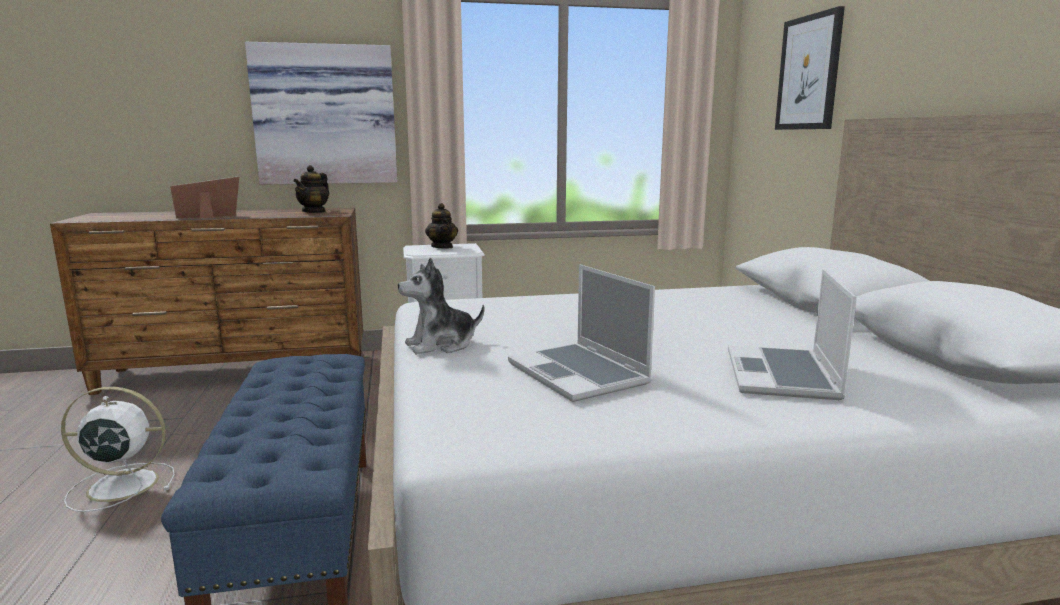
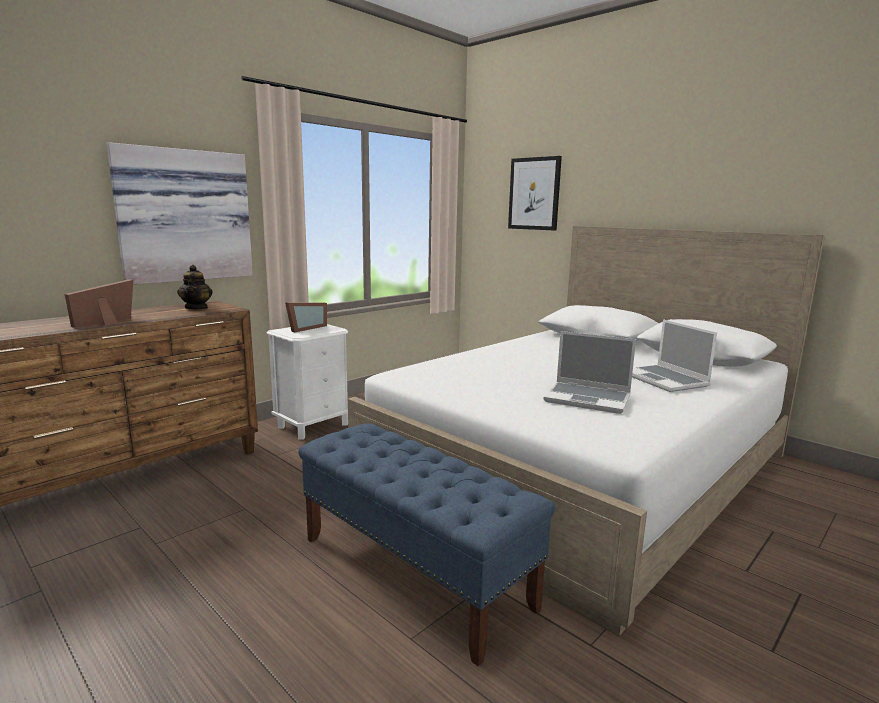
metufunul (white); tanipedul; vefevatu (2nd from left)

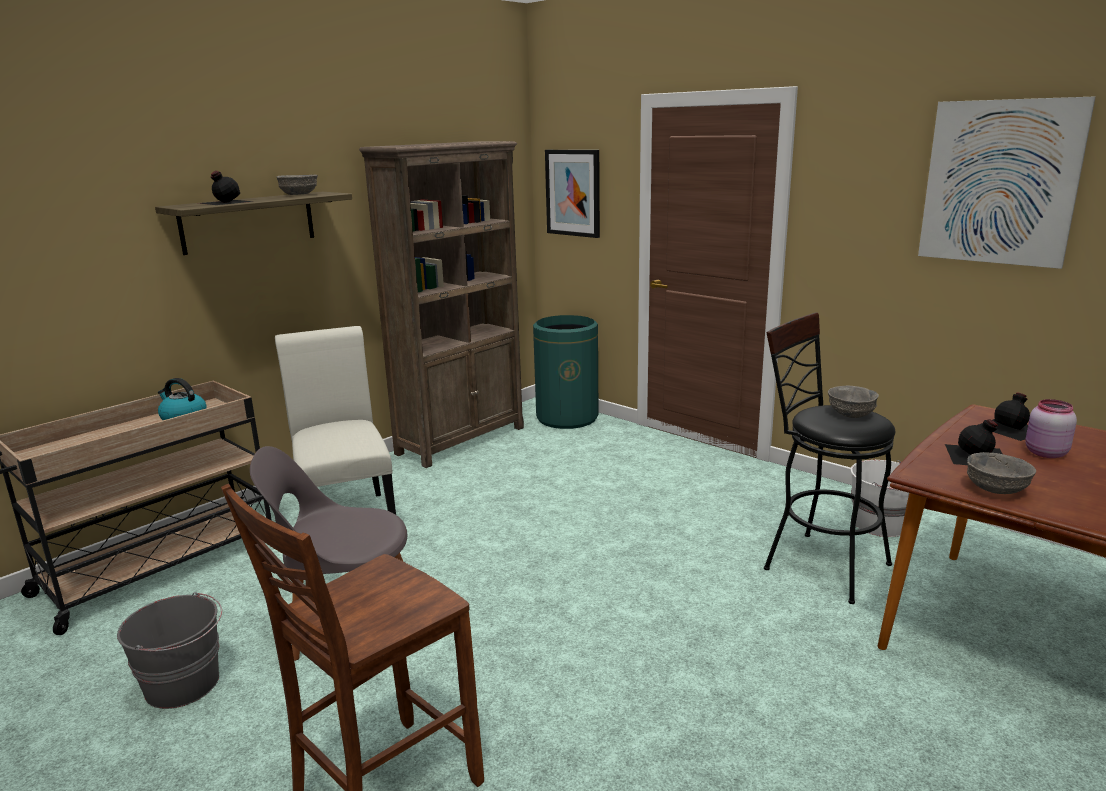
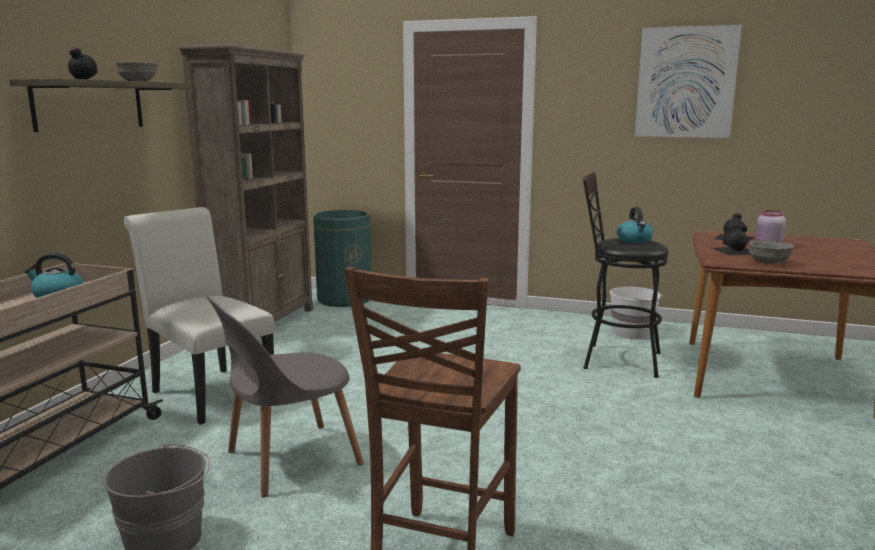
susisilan (1st from left in the first image); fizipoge (2nd from left)

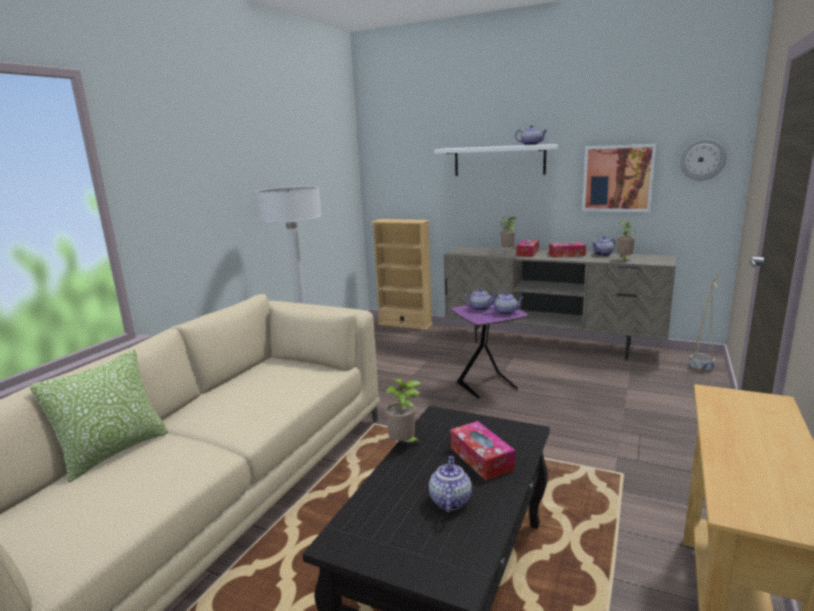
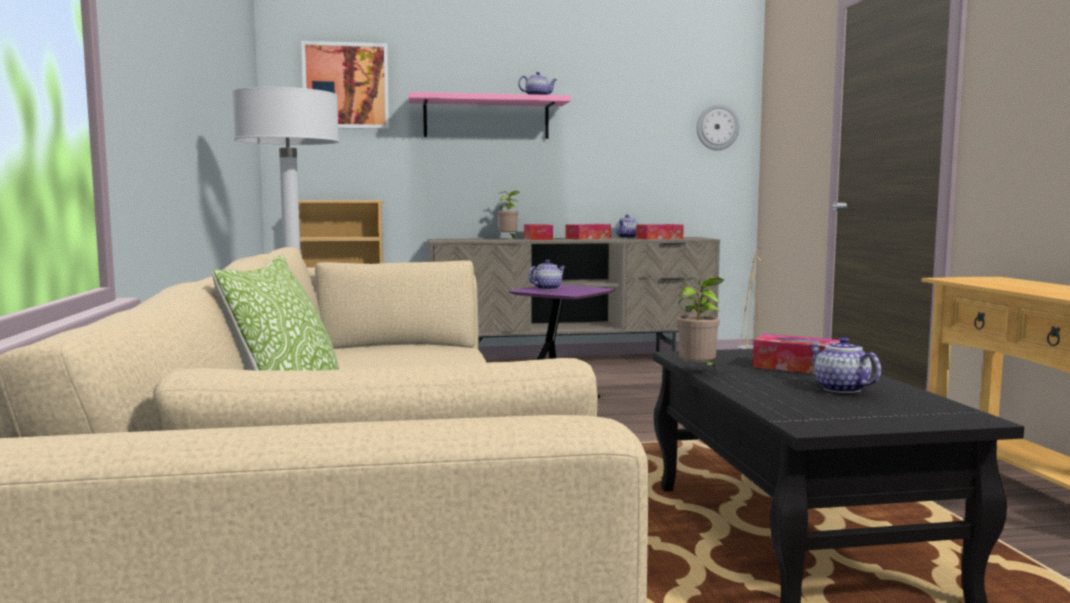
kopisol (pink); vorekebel (3rd from left in the first image); susisilan; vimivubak (3rd from left)

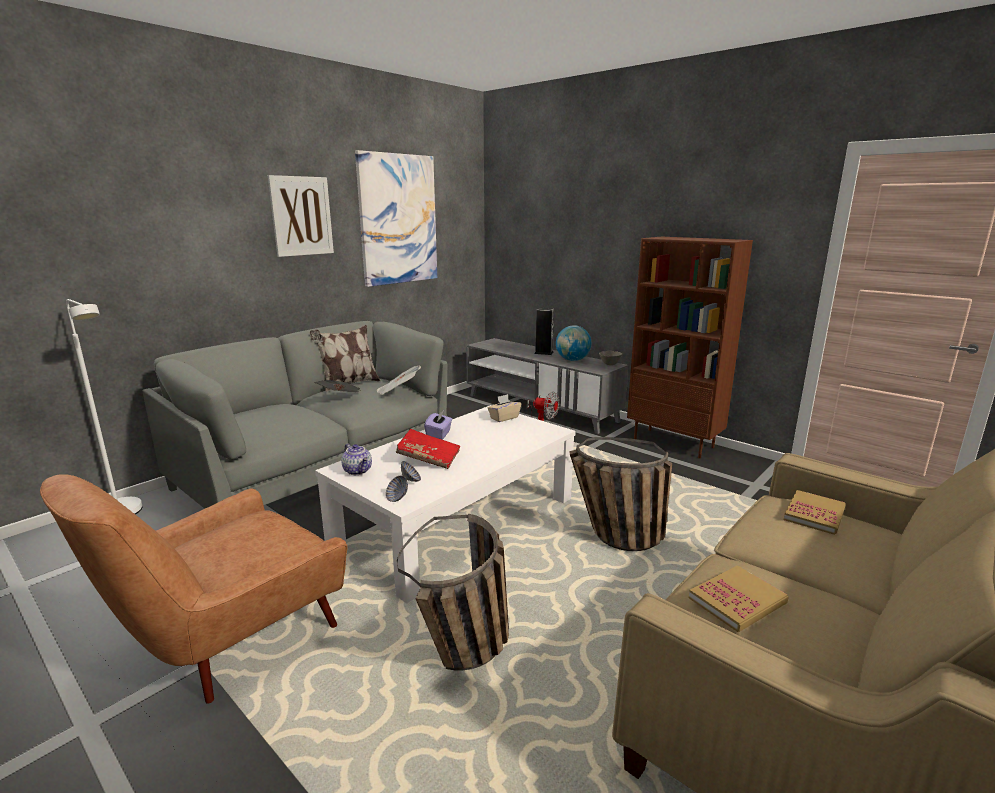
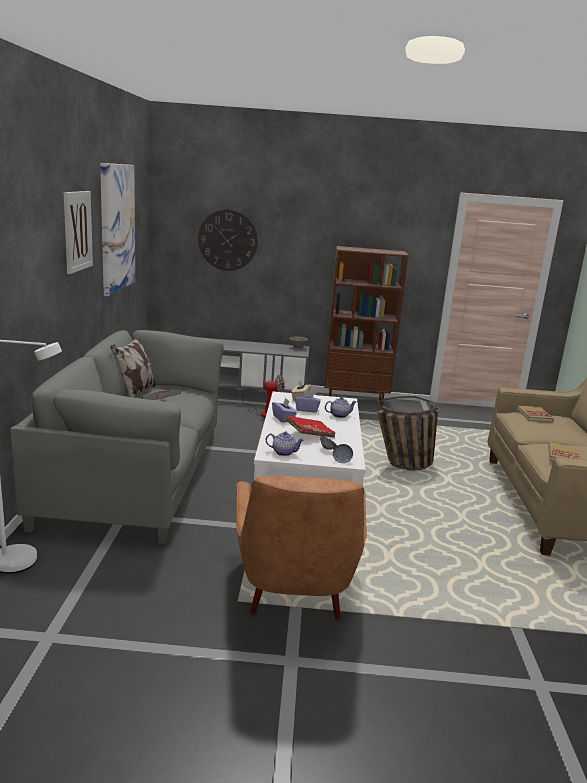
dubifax (2nd from left in the first image); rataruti (1st from left in the first image); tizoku; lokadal; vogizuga; vimivubak (purple) (2nd from left); vorekebel (2nd from left)

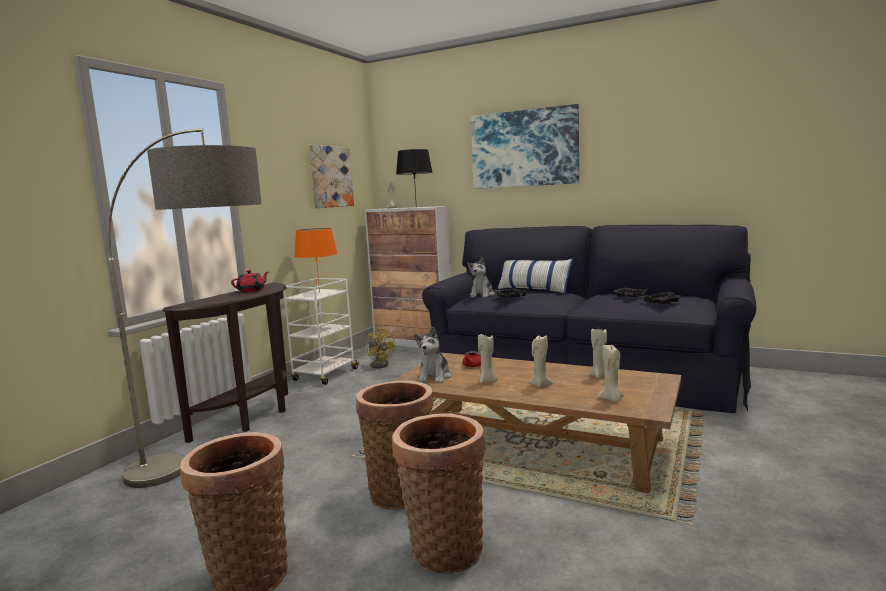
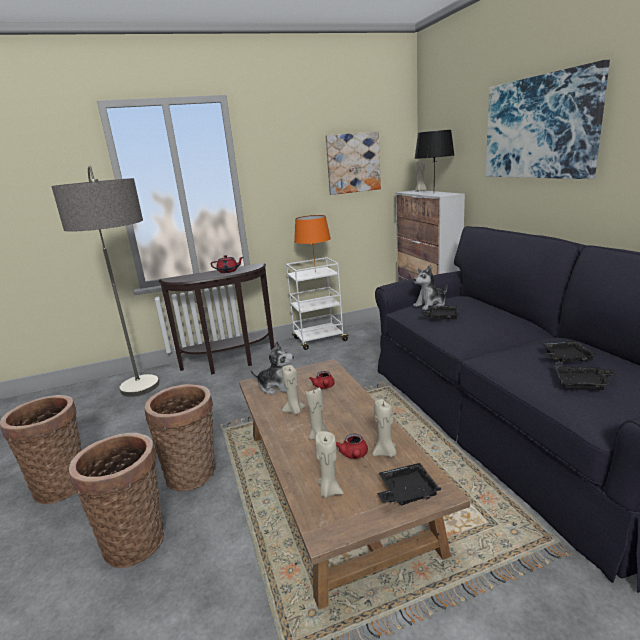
metufunul (yellow); tanipedul (1st from left); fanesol; vorekebel (red) (3rd from left); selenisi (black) (1st from left)

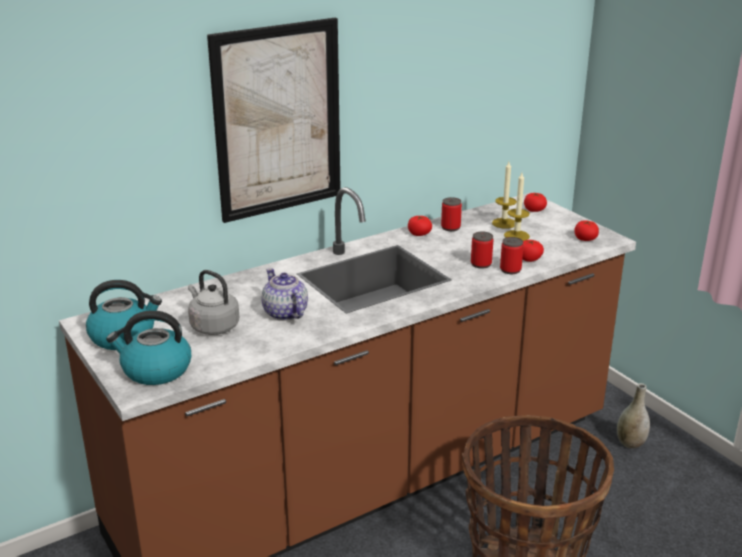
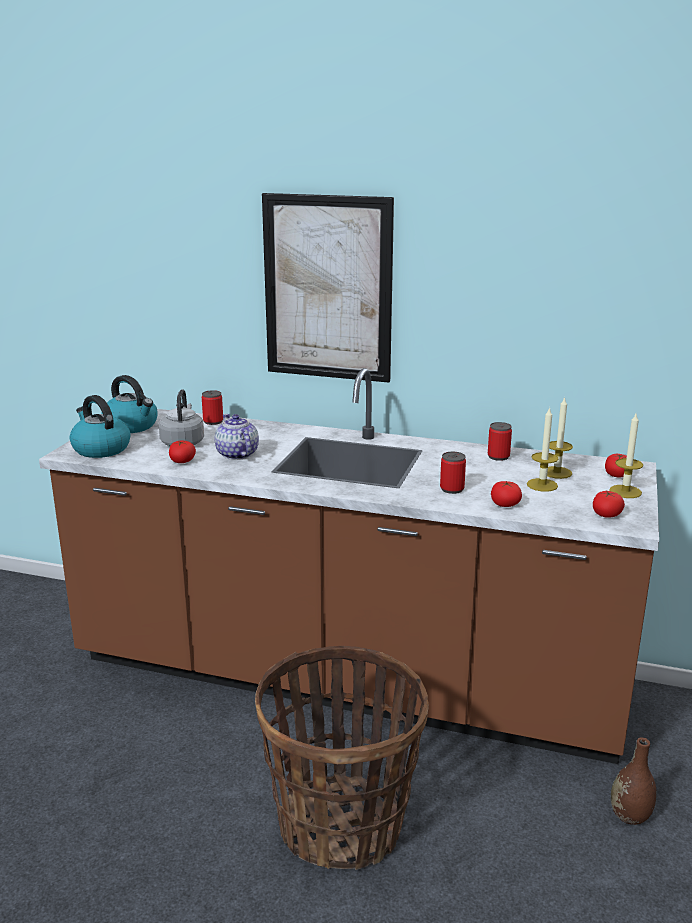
vorekebel; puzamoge (1st from left); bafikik (1st from left); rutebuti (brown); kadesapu (3rd from left)

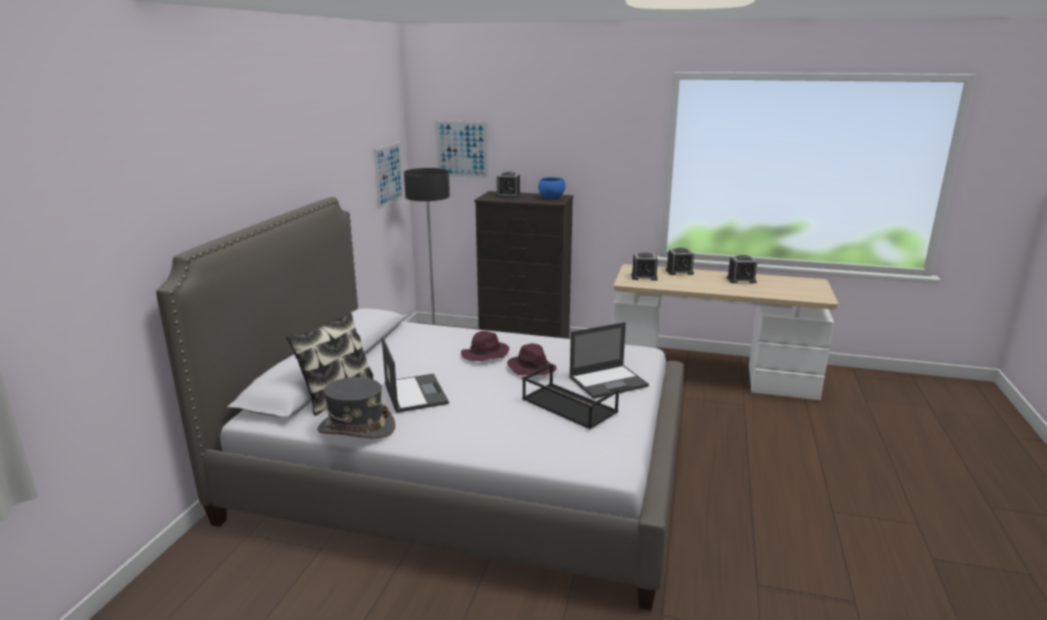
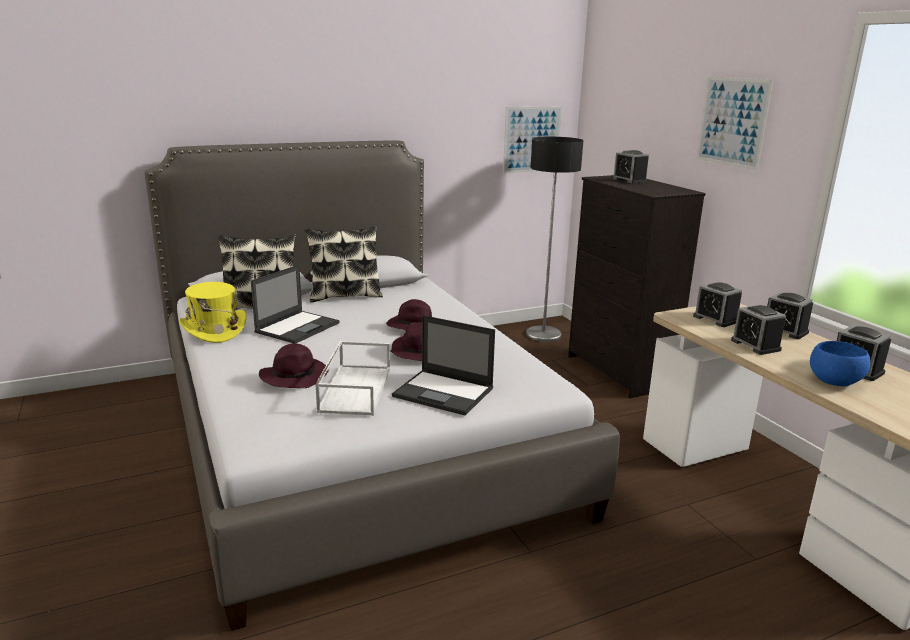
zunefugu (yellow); susisilan (2nd from left); selenisi (white); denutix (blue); zunefugu (purple) (1st from left); fanesol (2nd from left); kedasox (3rd from left)

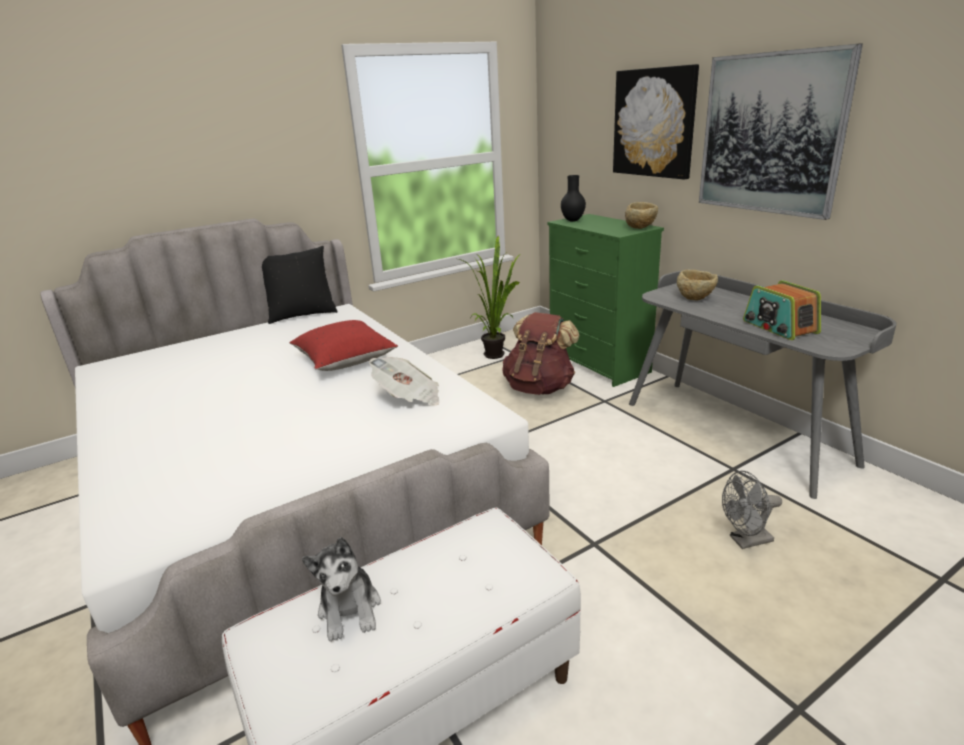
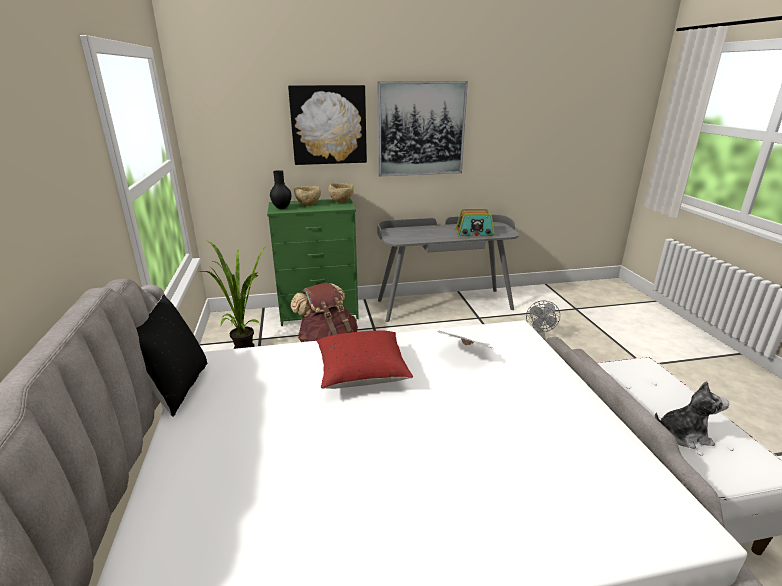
denutix (beige) (1st from left)

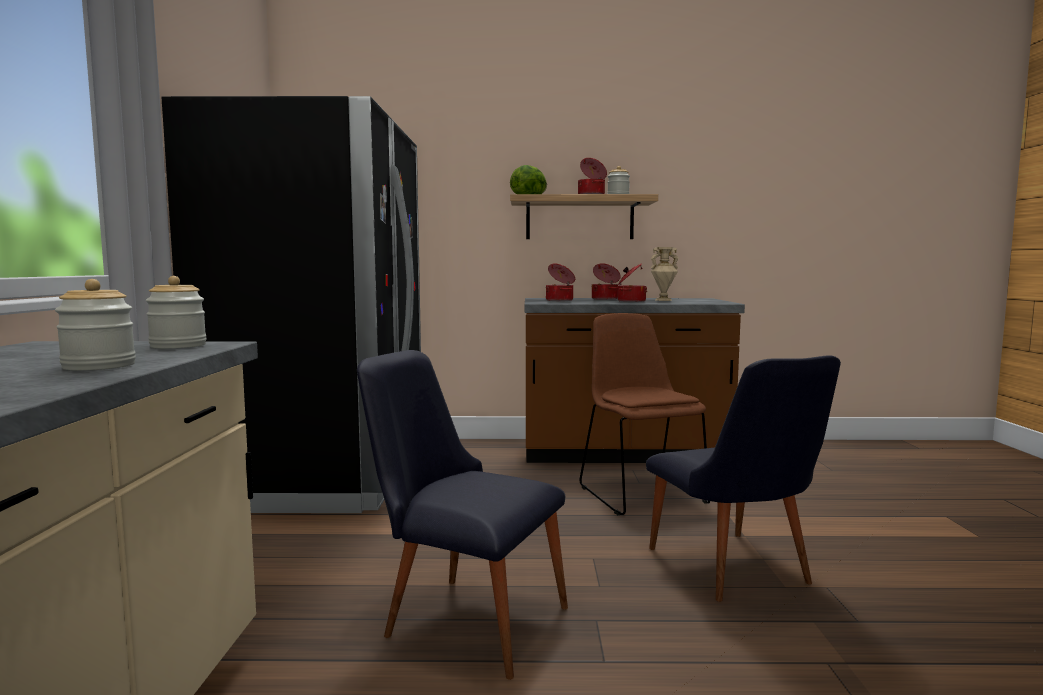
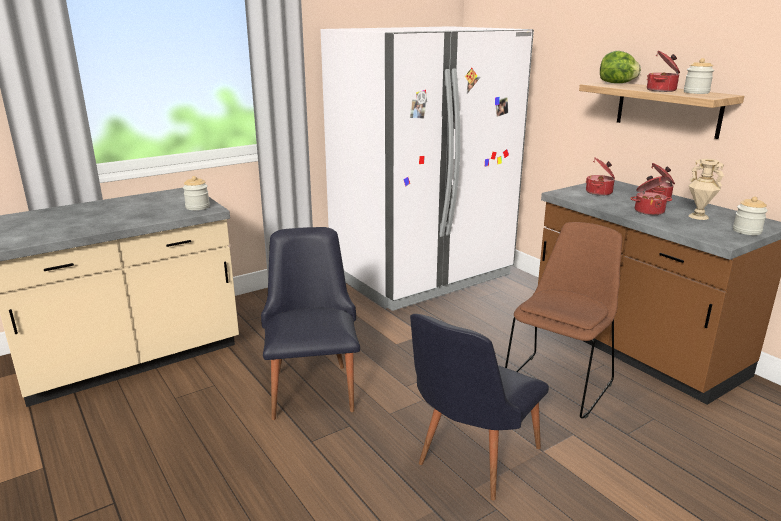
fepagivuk (3rd from left); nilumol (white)

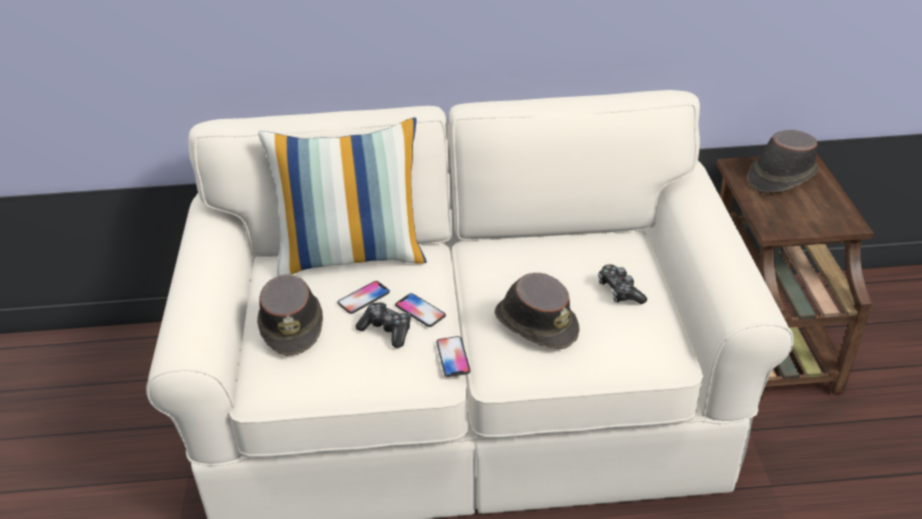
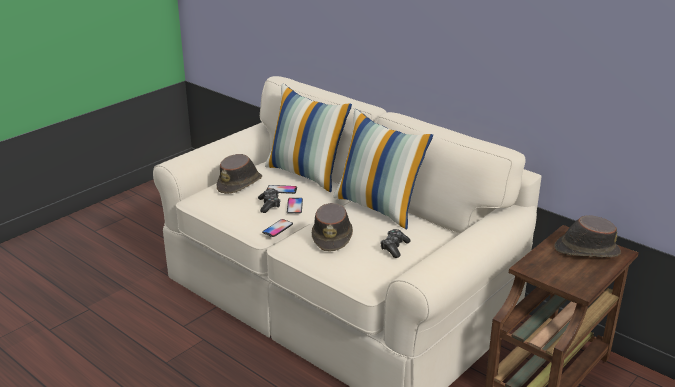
fanesol (2nd from left)

